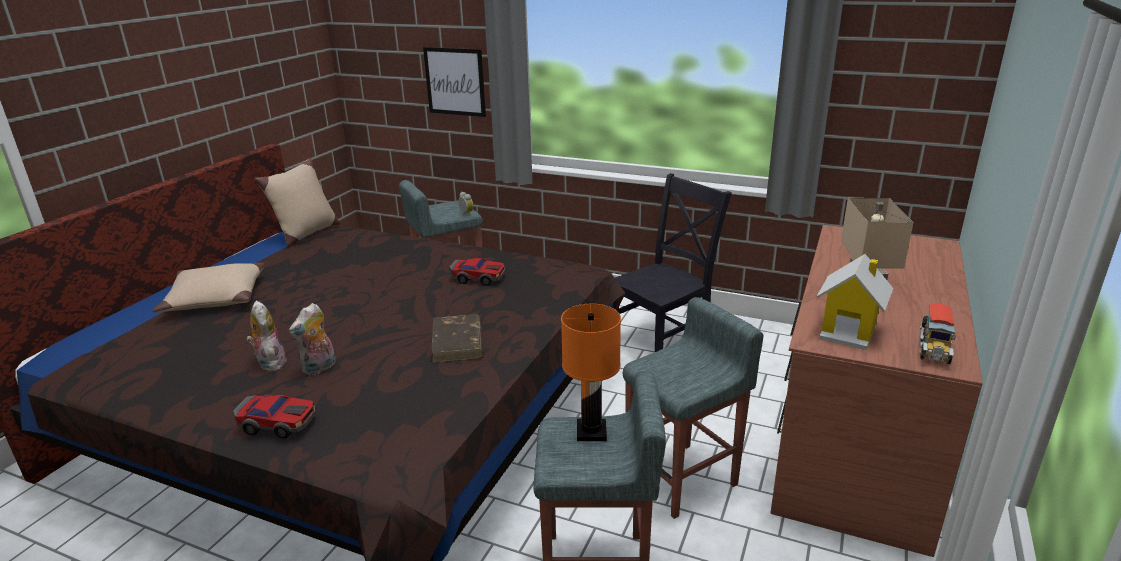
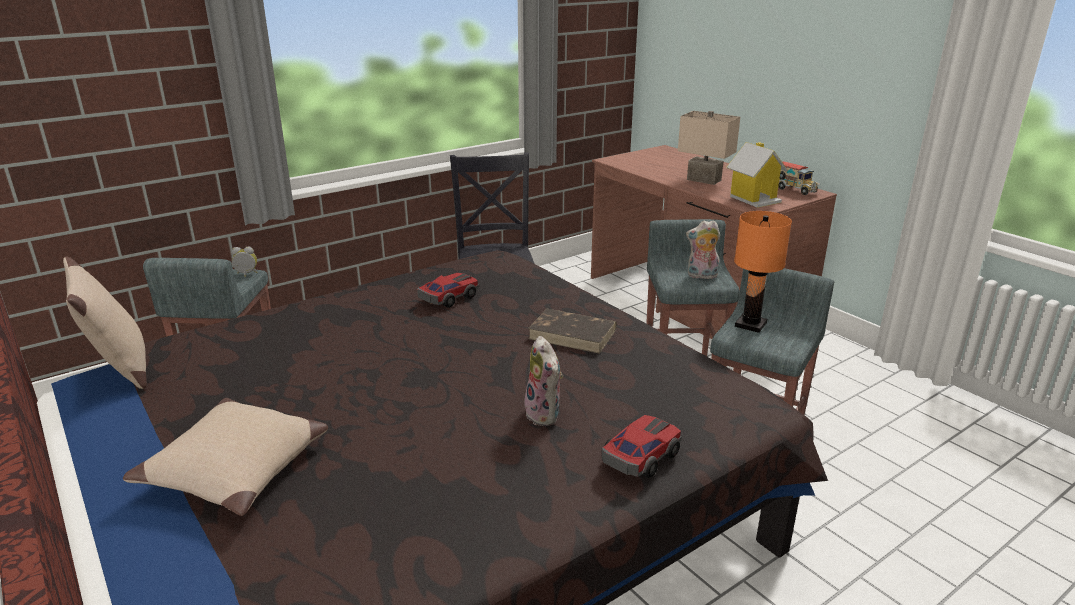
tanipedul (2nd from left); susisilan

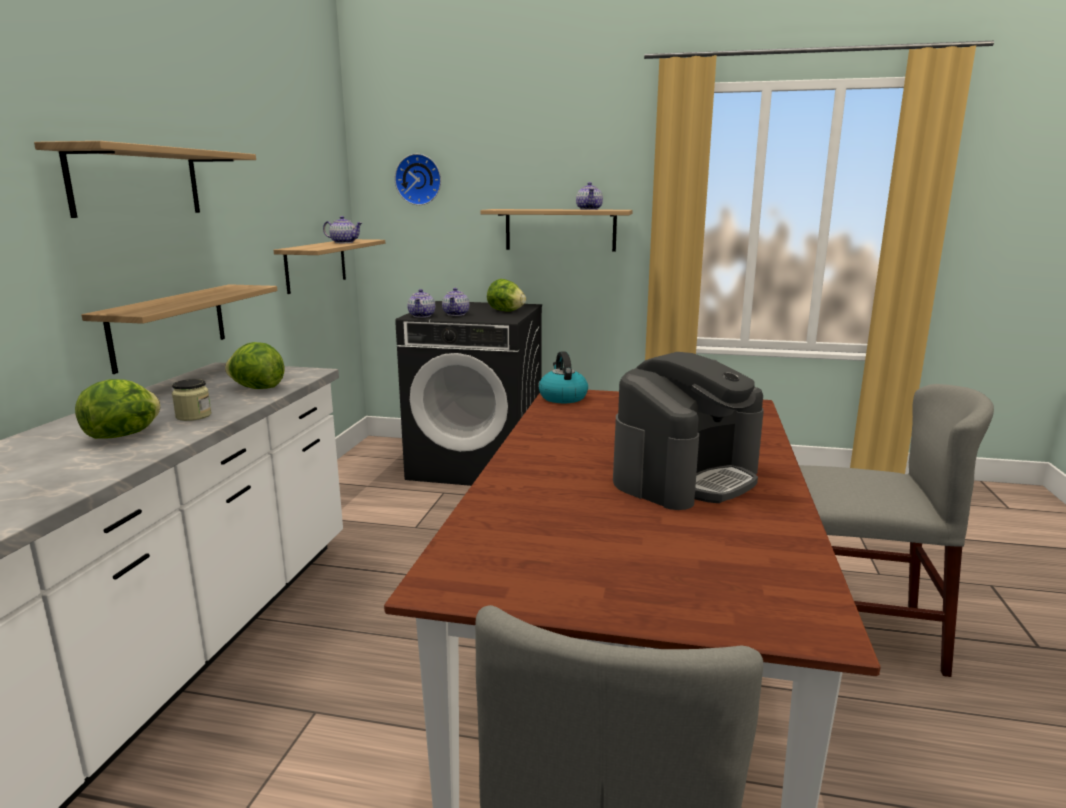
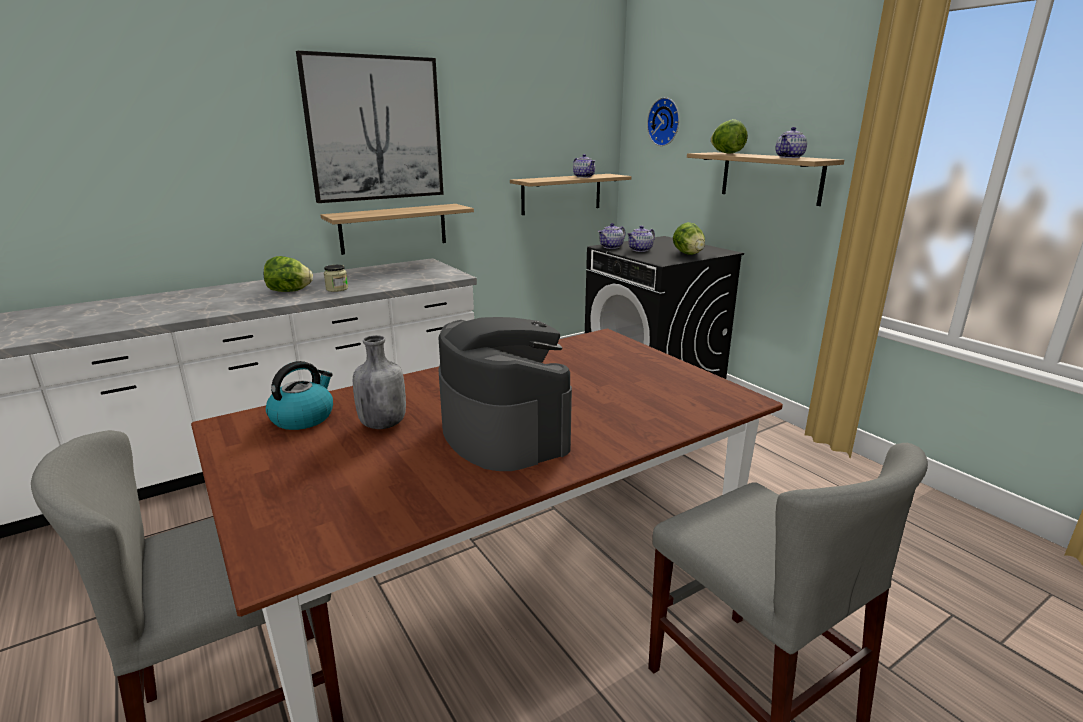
susisilan; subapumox (3rd from left); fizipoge; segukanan; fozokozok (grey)

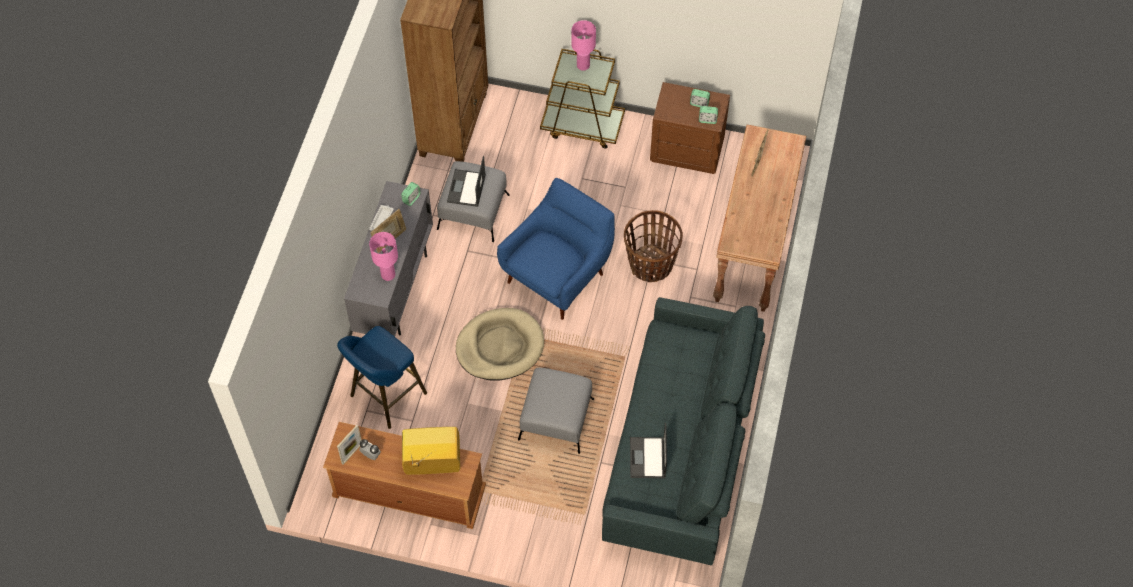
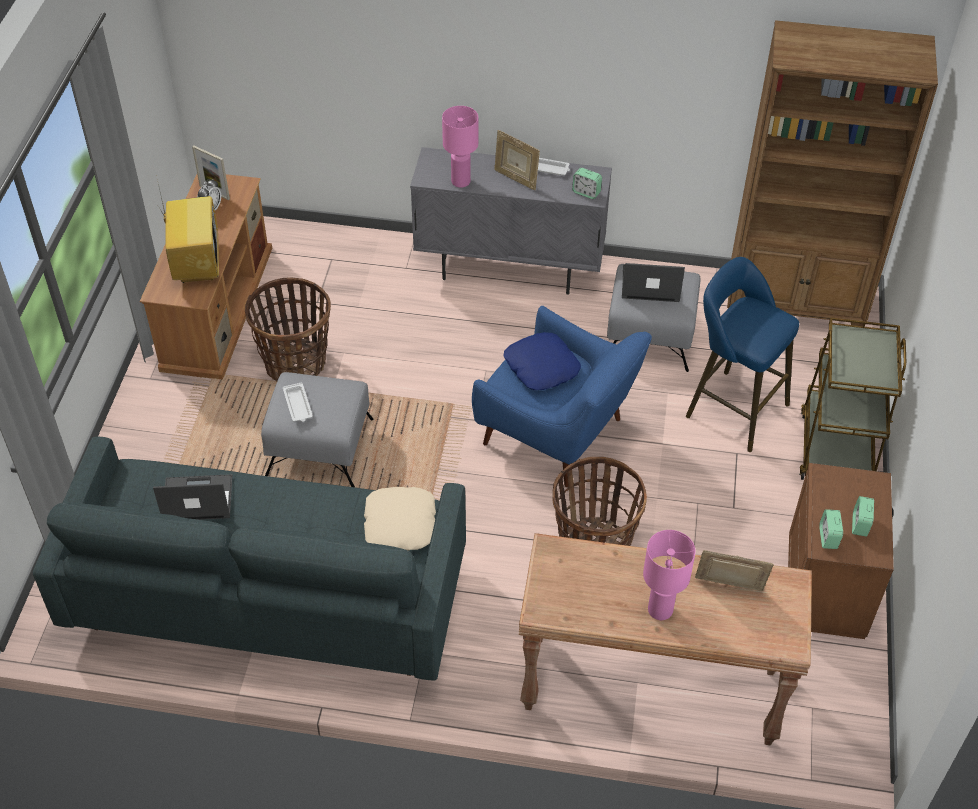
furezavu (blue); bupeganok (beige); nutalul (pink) (2nd from left); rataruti (1st from left); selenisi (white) (1st from left); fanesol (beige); fanesol (blue)

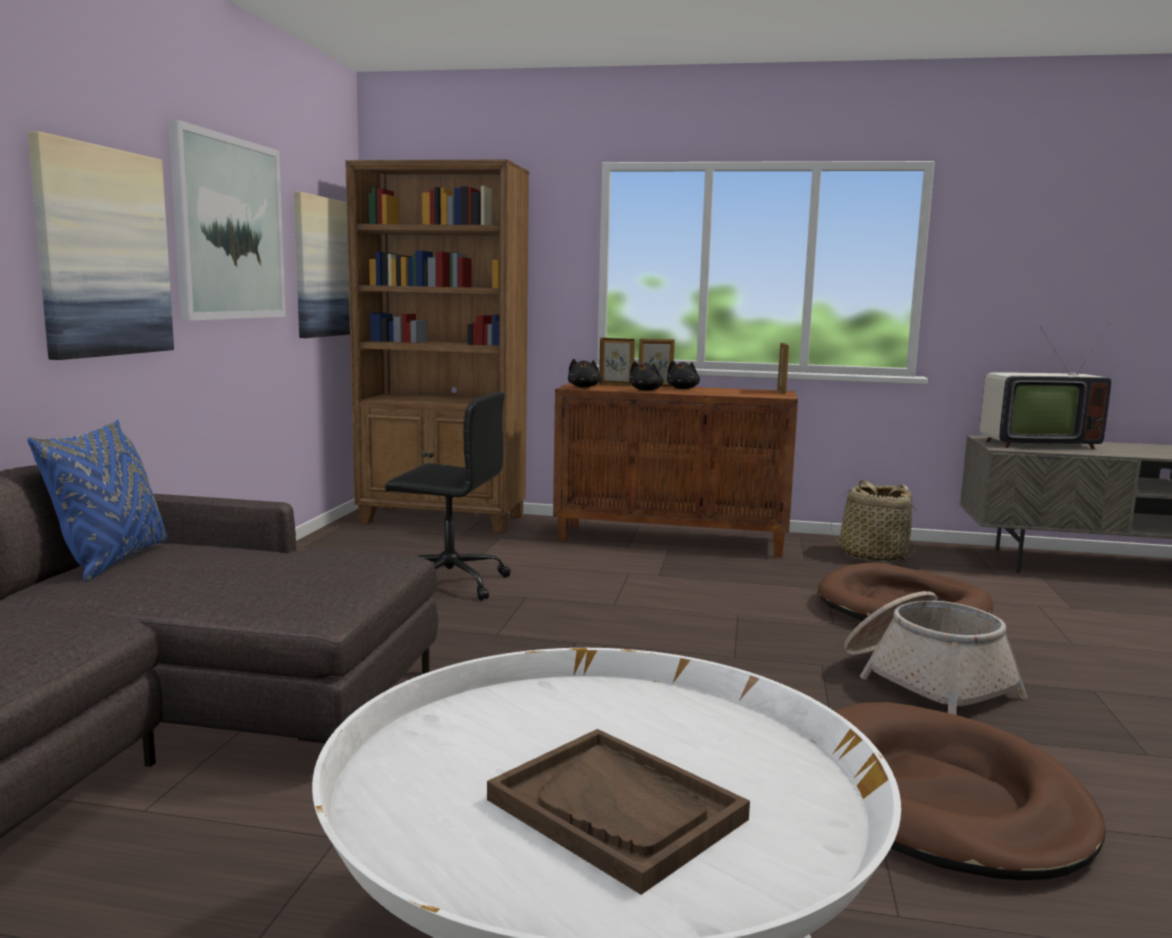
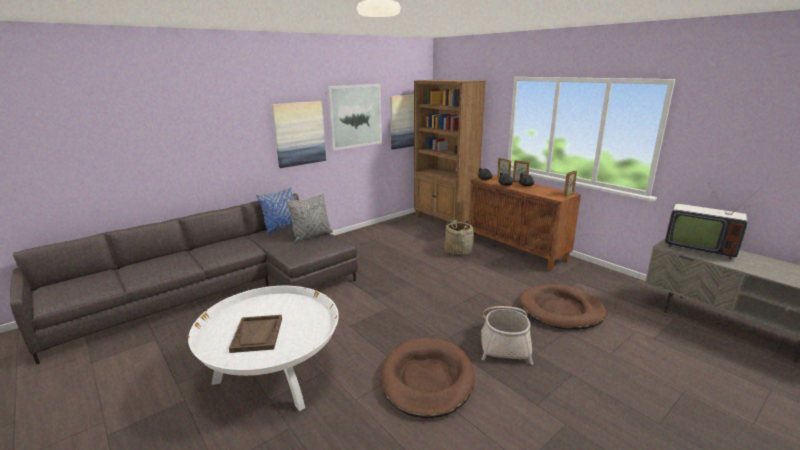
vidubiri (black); rataruti (1st from left); fanesol (grey)

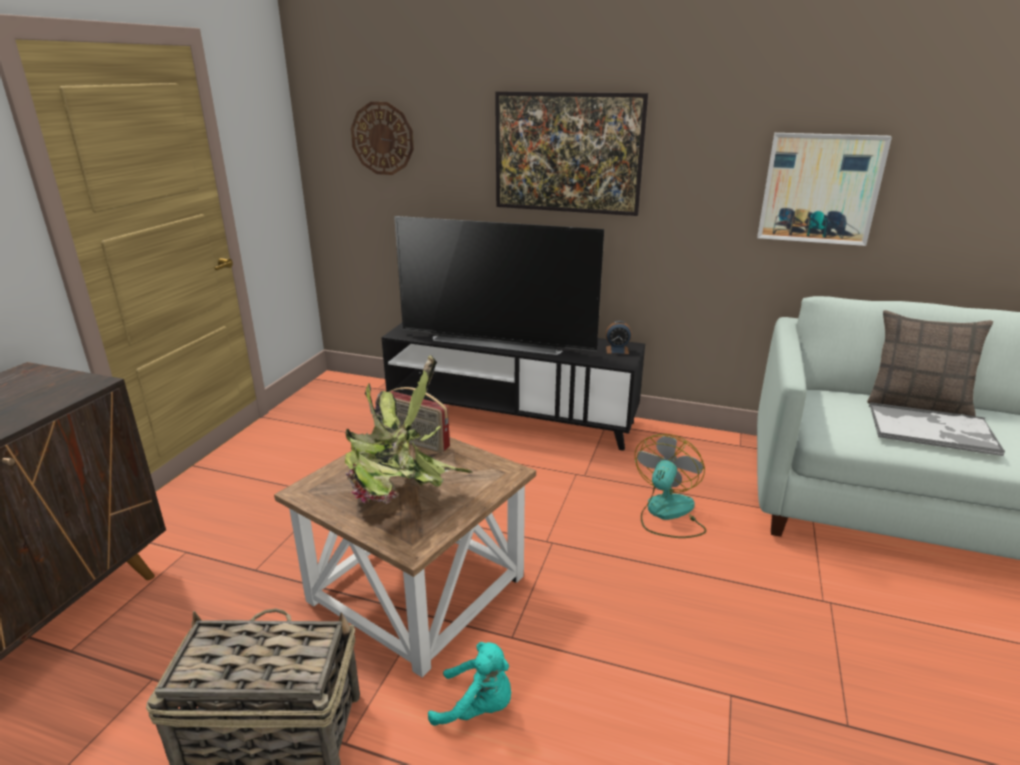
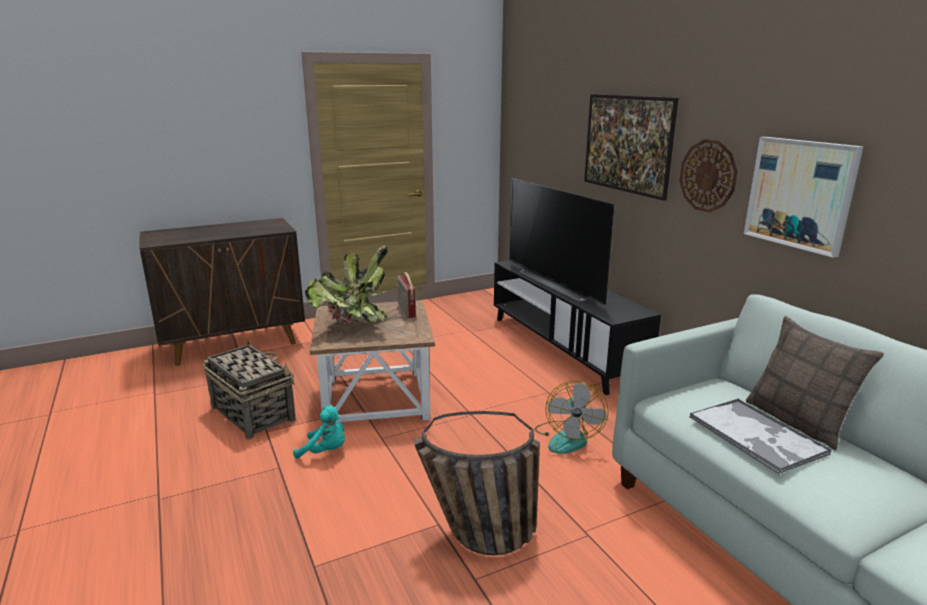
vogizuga; tanipedul (turquoise); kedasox; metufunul; rataruti (2nd from left)

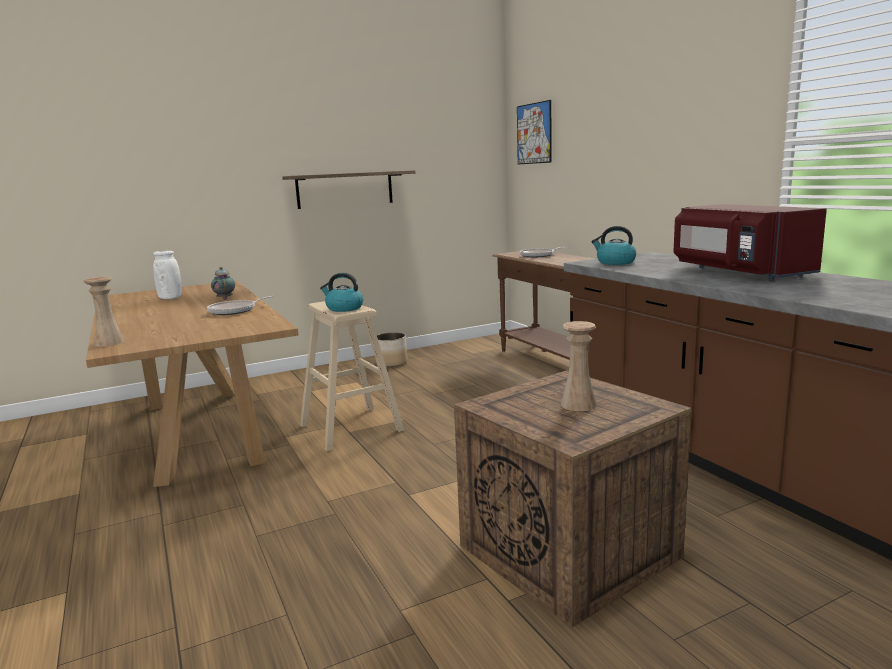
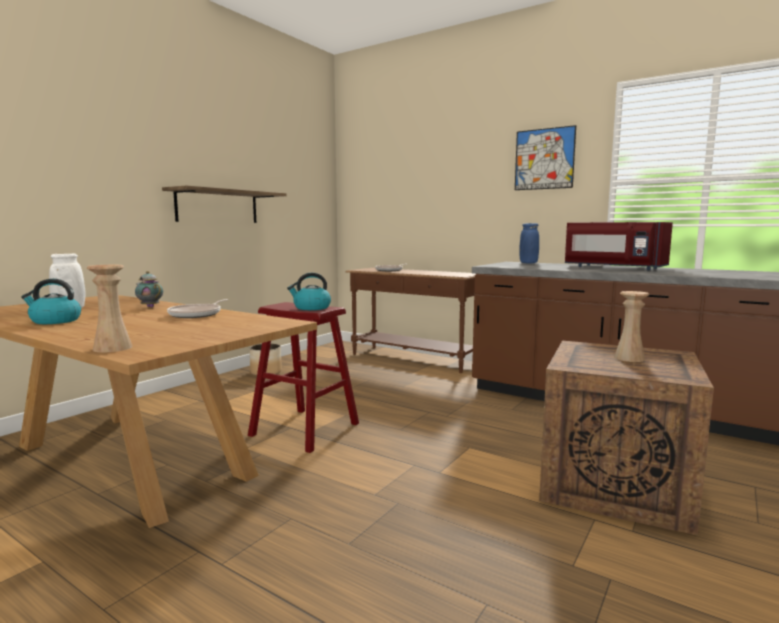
furezavu (red); susisilan; fizipoge (1st from left); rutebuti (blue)

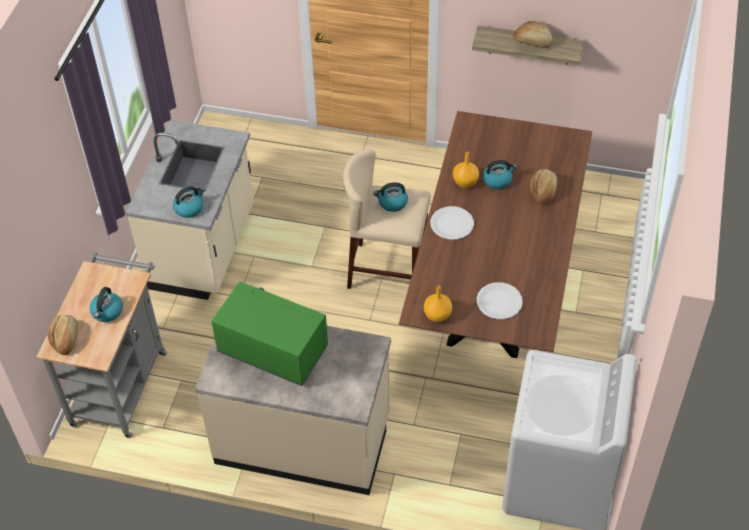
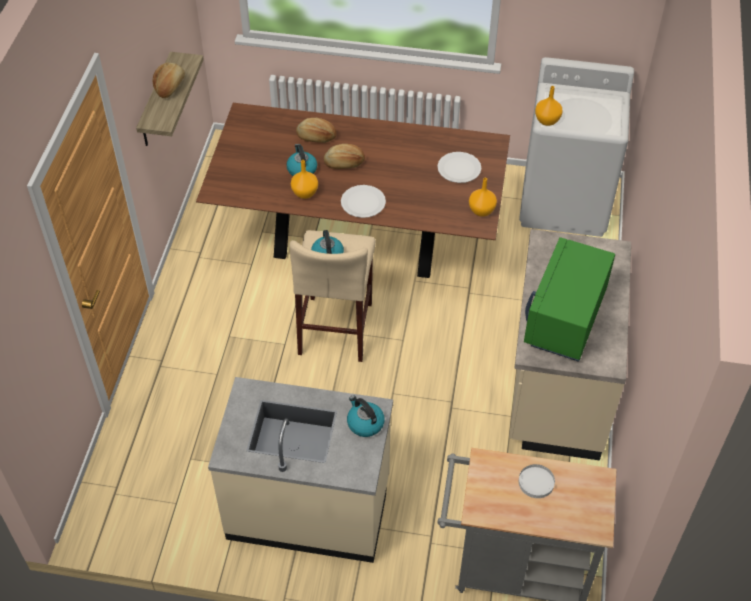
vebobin (3rd from left); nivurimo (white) (3rd from left); rutebuti (orange) (3rd from left)

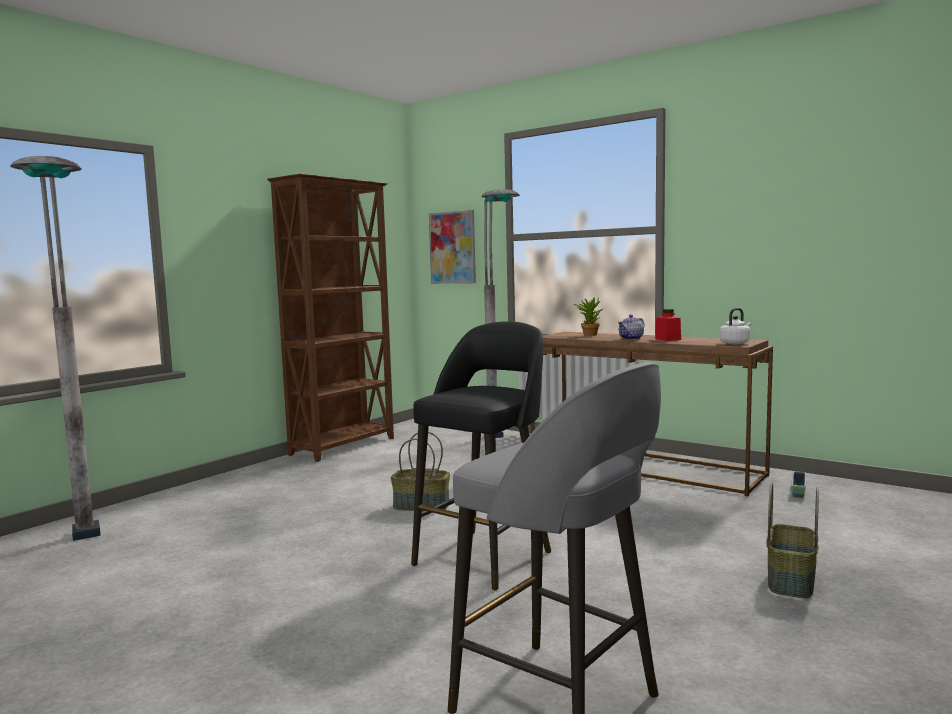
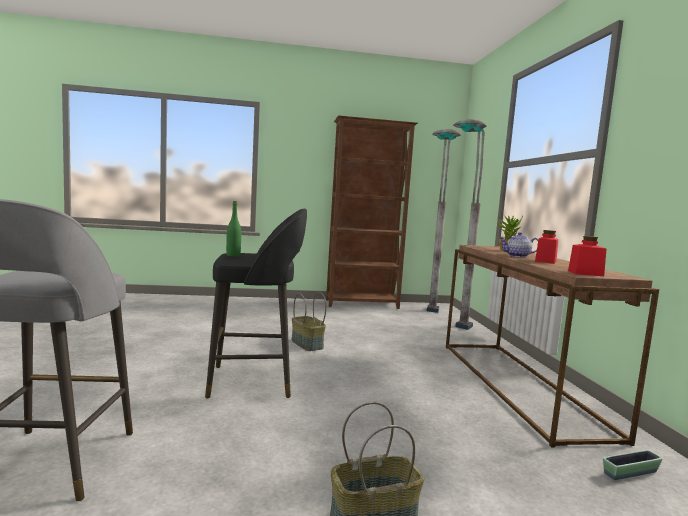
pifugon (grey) (1st from left); susisilan; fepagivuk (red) (2nd from left); fozokozok (green)

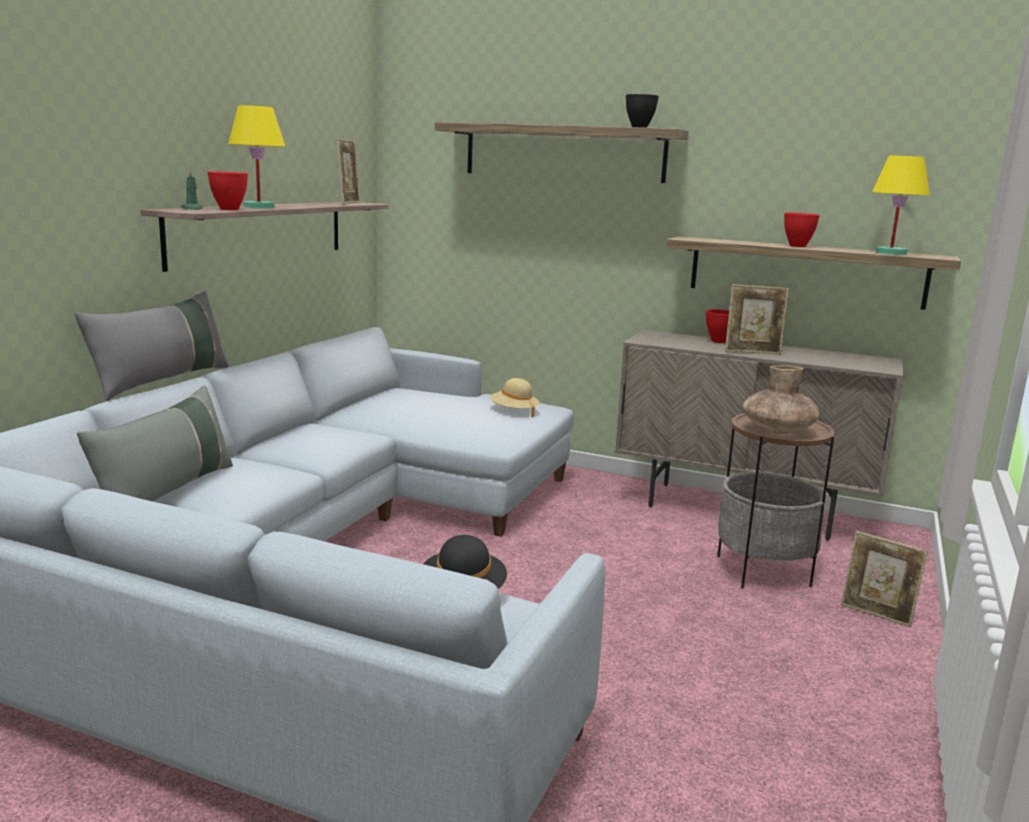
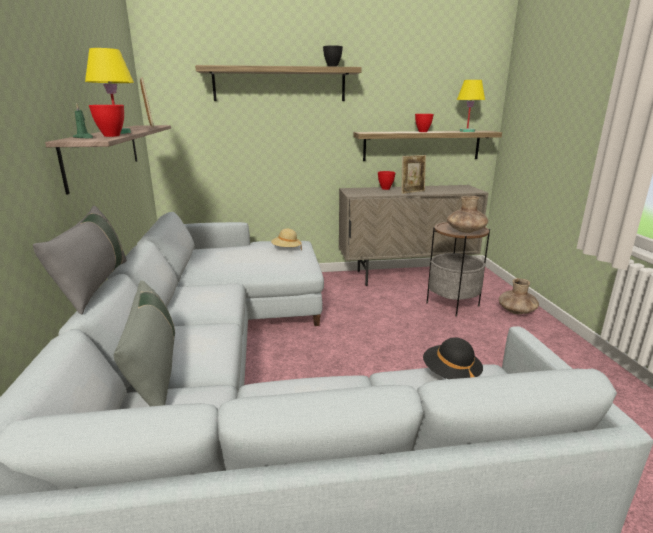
rutebuti (brown) (2nd from left)

